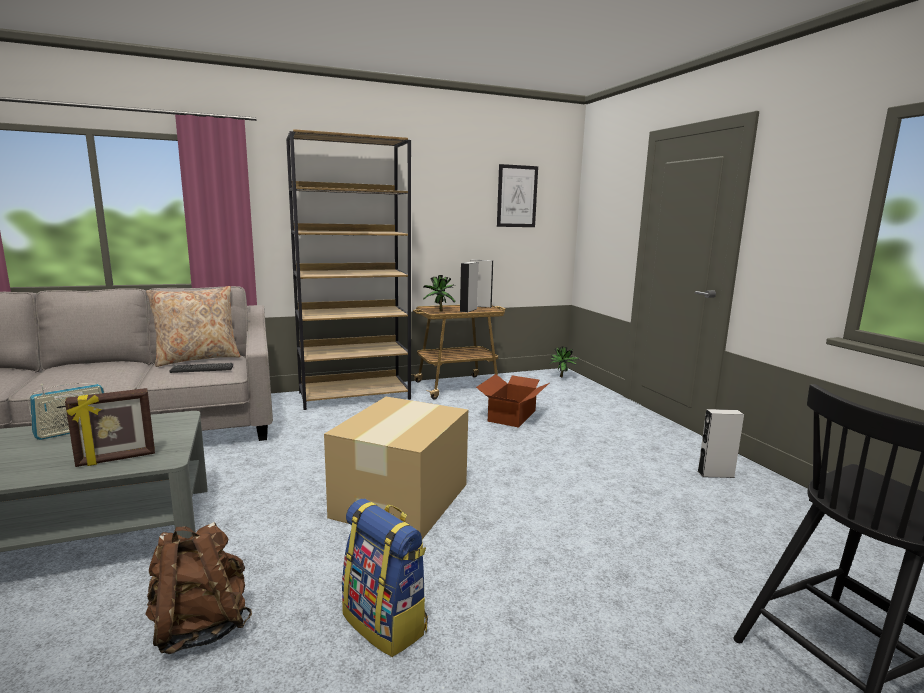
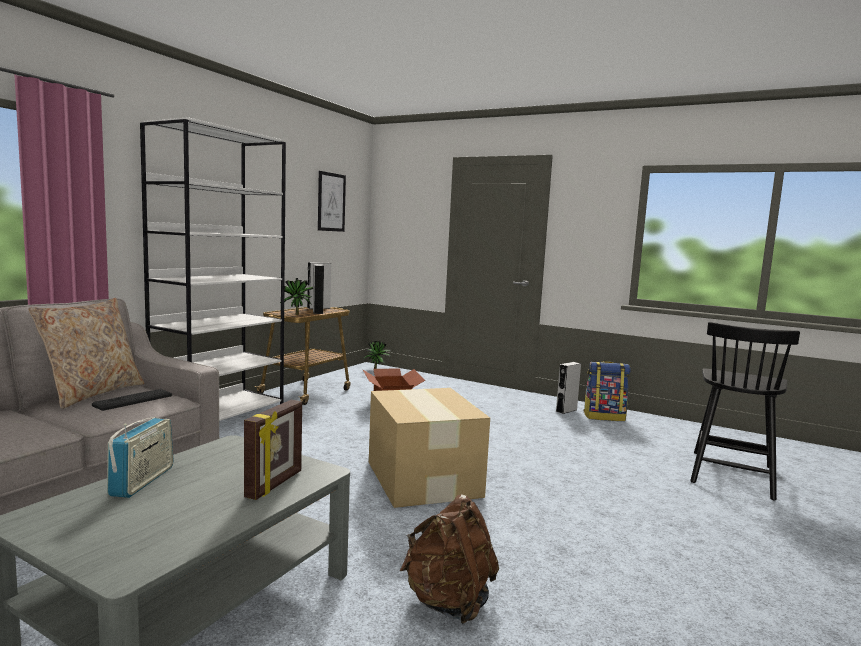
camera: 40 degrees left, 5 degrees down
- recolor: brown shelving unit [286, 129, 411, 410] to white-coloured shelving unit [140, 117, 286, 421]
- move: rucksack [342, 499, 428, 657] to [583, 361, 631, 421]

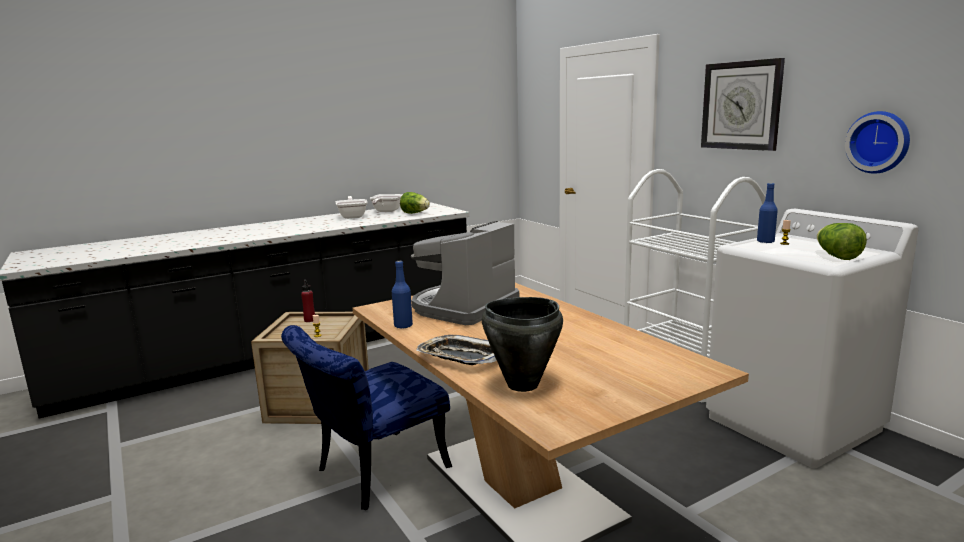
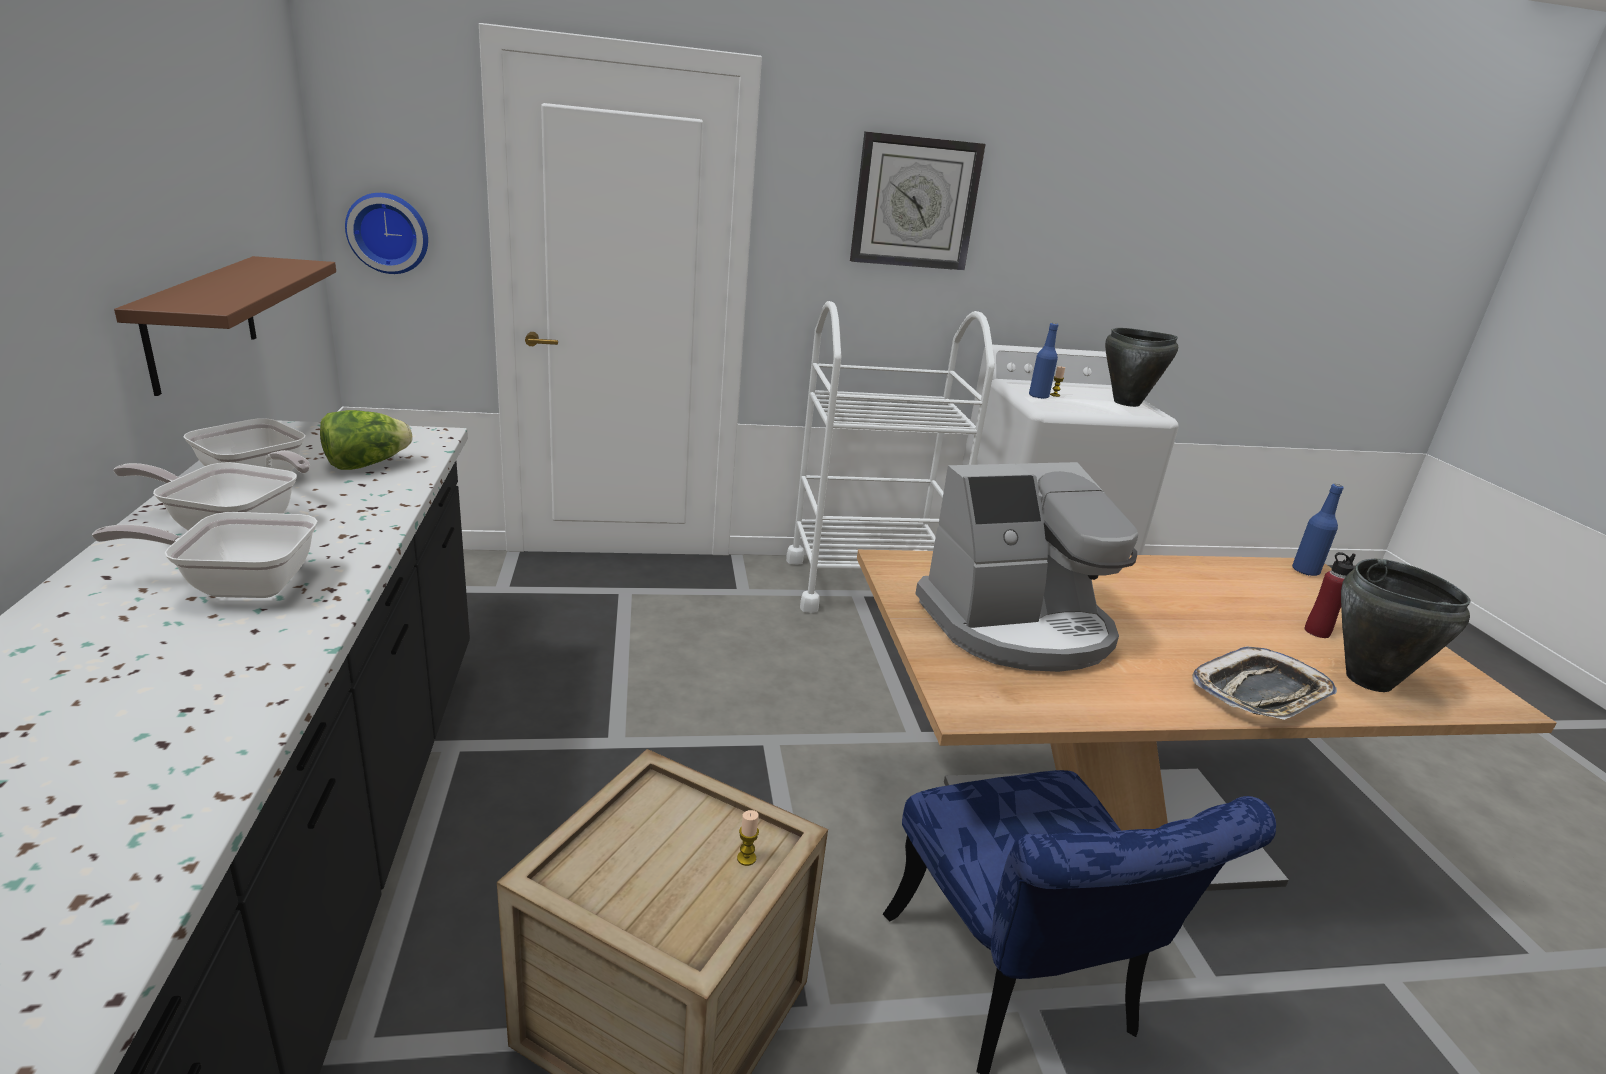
camera: 70 degrees left, 10 degrees up
- move: hanging clock [845, 111, 910, 174] to [345, 193, 428, 274]
- rotate: coffee brewer [411, 221, 519, 325] = [915, 462, 1138, 672] 75 degrees counterclockwise
- replace: lettuce head [817, 223, 867, 260] to black saucepot [1105, 328, 1178, 407]
- move: blue bottle [392, 261, 413, 328] to [1292, 484, 1344, 576]
- move: reddish bottle [301, 280, 315, 322] to [1304, 552, 1356, 638]
- insert: brown bracket shelf [114, 256, 336, 396]
- insert: frying pan [92, 512, 317, 598]

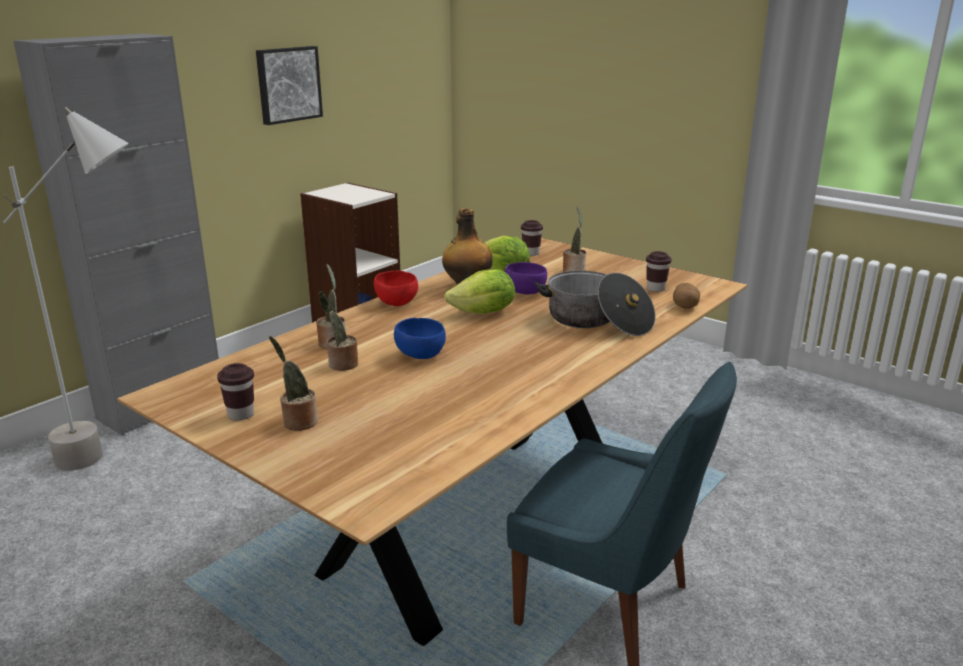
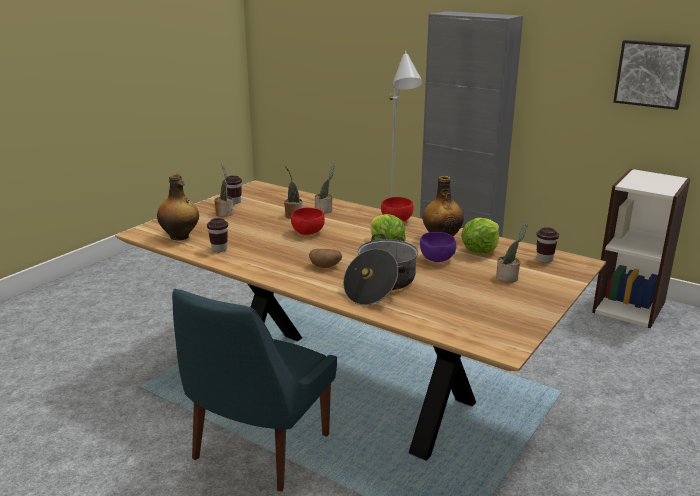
camera: 85 degrees right, 0 degrees up
- move: brown drinking cup [646, 251, 672, 292] to [207, 218, 228, 252]
- move: whole potato [673, 283, 700, 309] to [309, 249, 342, 268]
- recolor: blue serving bowl [394, 318, 446, 359] to reddish serving bowl [291, 208, 325, 235]
- insert: bottle [157, 174, 199, 240]

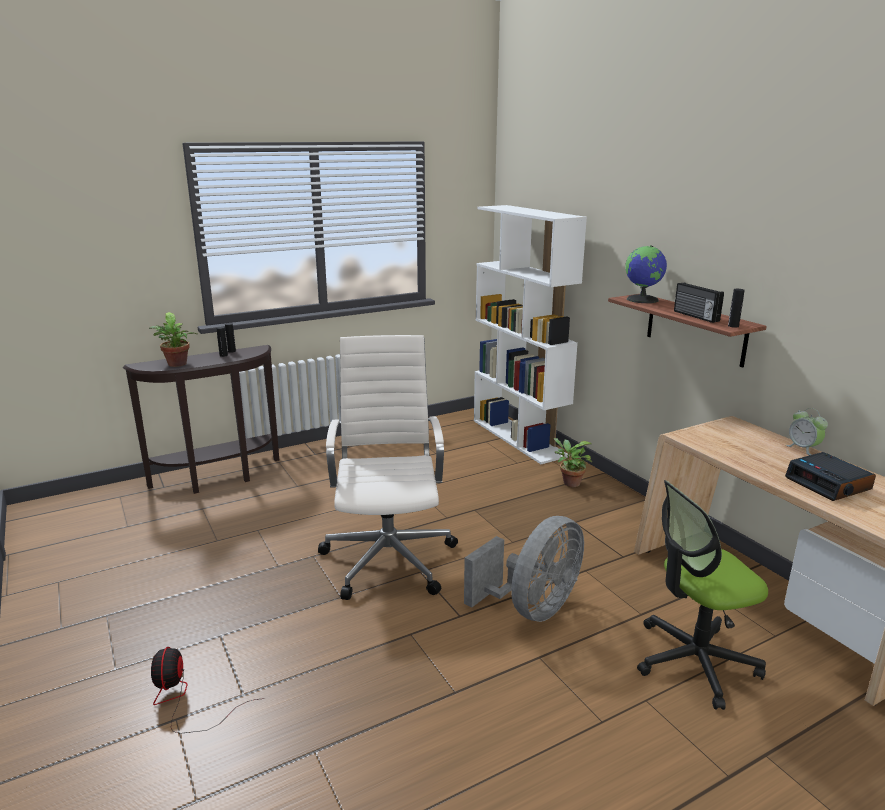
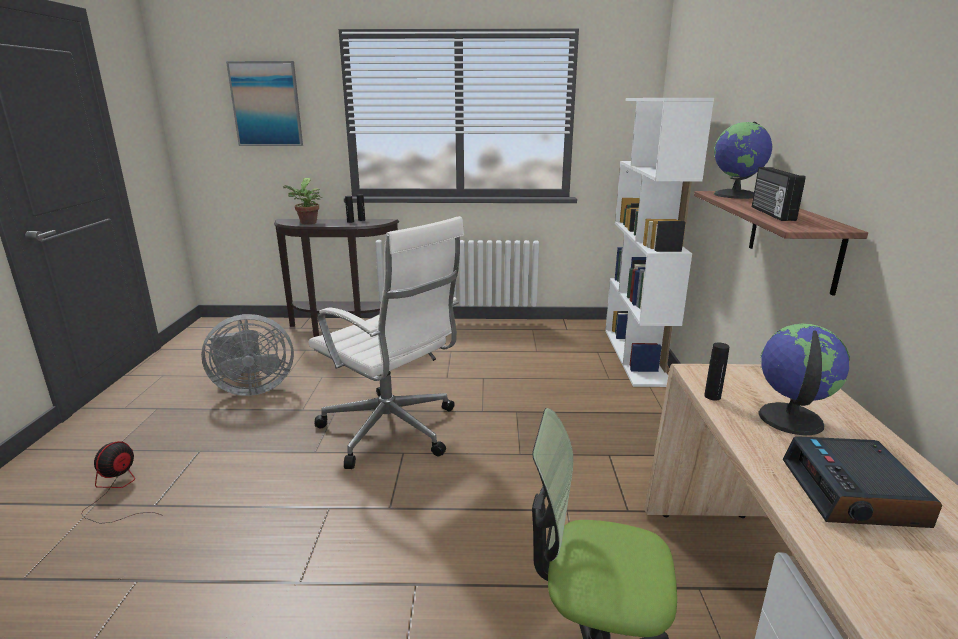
camera: 30 degrees right, 0 degrees up
- move: black bottle [728, 289, 744, 328] to [704, 342, 730, 401]
- rotate: white-coloured computer chair [318, 335, 458, 600] = [309, 216, 464, 469] 105 degrees clockwise
- delete: bedside clock [786, 408, 828, 455]
- delete: houseplant [553, 438, 593, 487]
- move: greyish fan [464, 516, 584, 622] to [201, 314, 294, 396]
- insert: picture [226, 61, 303, 146]
- insert: desk globe [759, 324, 850, 435]

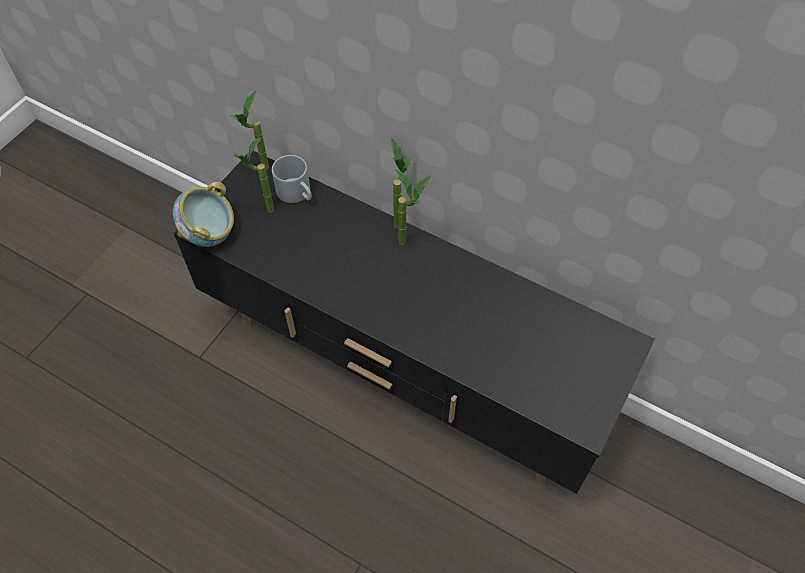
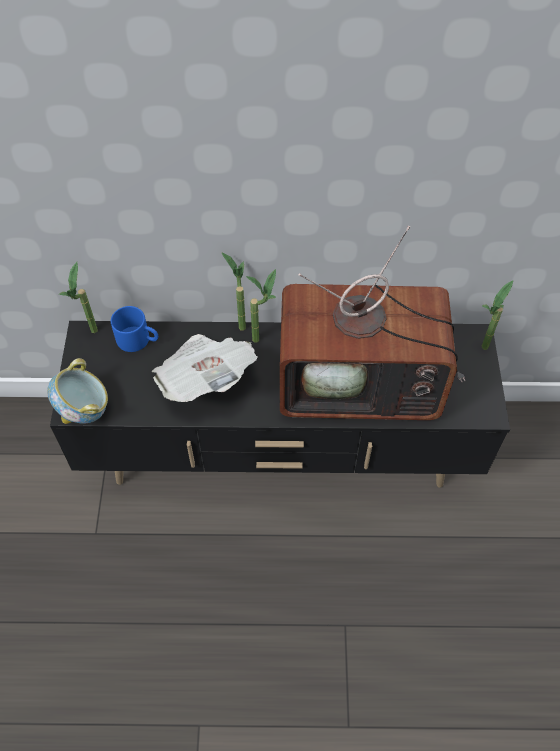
camera: 30 degrees left, 0 degrees up
- move: houseplant [233, 137, 274, 213] to [482, 281, 513, 350]
- recolor: greyish tea mug [272, 155, 312, 203] to blue tea mug [111, 306, 158, 352]
- insert: television [280, 226, 466, 420]
- insert: printed paper [152, 334, 258, 402]

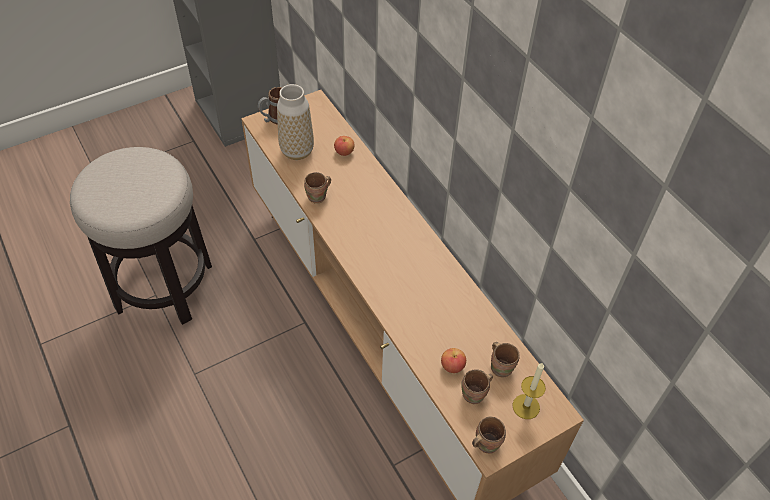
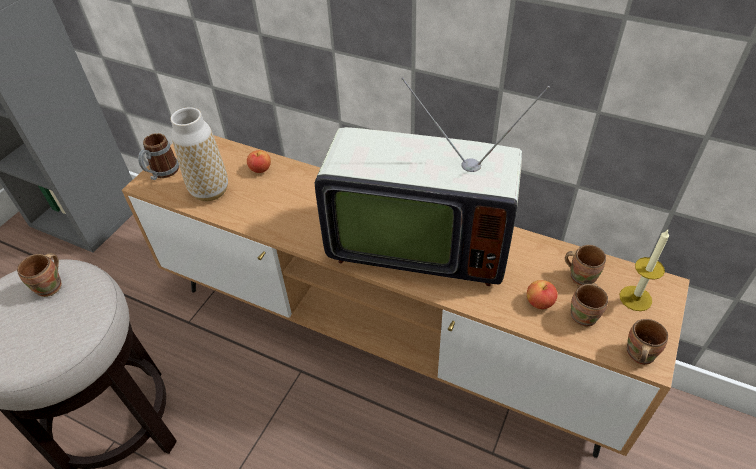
camera: 30 degrees left, 5 degrees down
- move: brown tea mug [304, 172, 331, 204] to [17, 253, 62, 297]
- insert: television [315, 77, 550, 286]

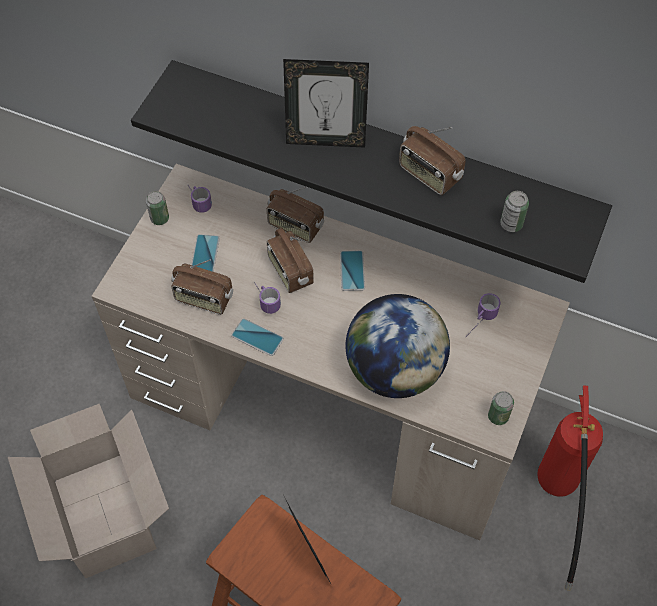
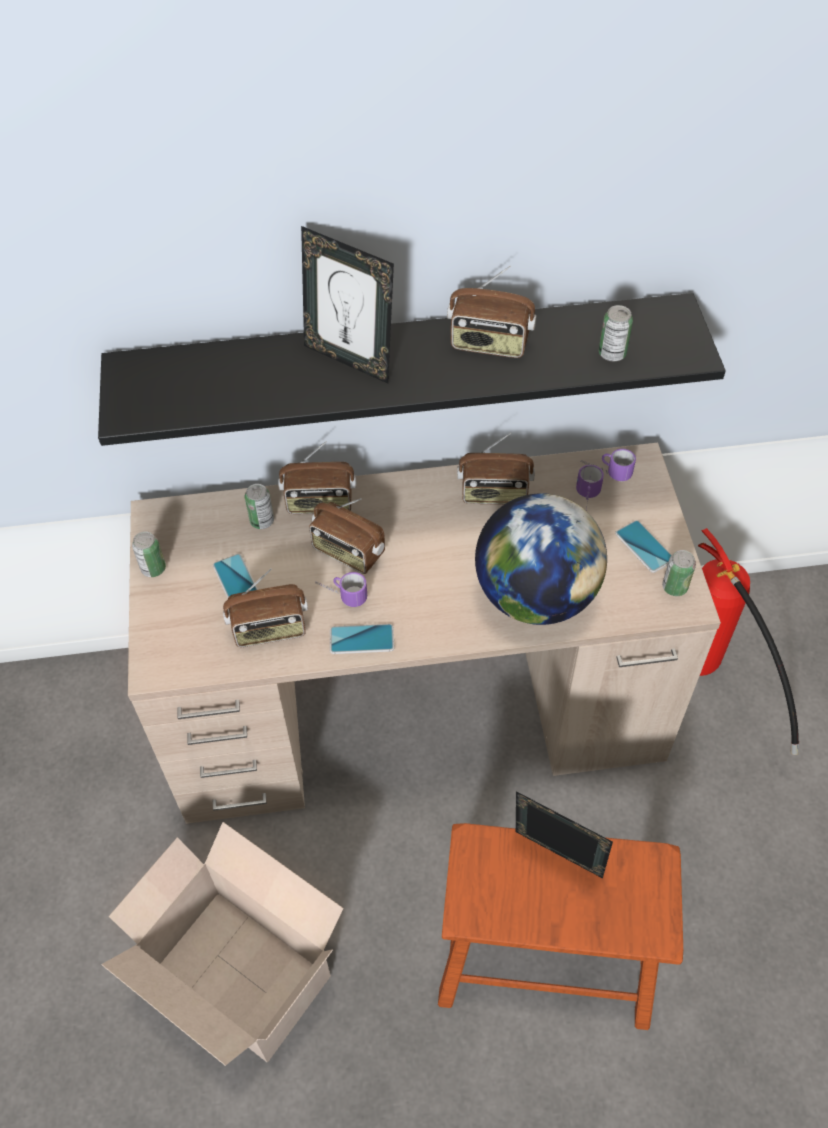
camera: 30 degrees left, 5 degrees down
- rotate: photo frame [283, 59, 369, 148] = [301, 226, 394, 384] 60 degrees clockwise
- move: tea mug [188, 185, 212, 213] to [581, 449, 636, 481]
- move: phone [340, 250, 365, 291] to [615, 520, 671, 573]
- insert: radio [457, 433, 535, 505]
- insert: metal can [245, 484, 274, 529]

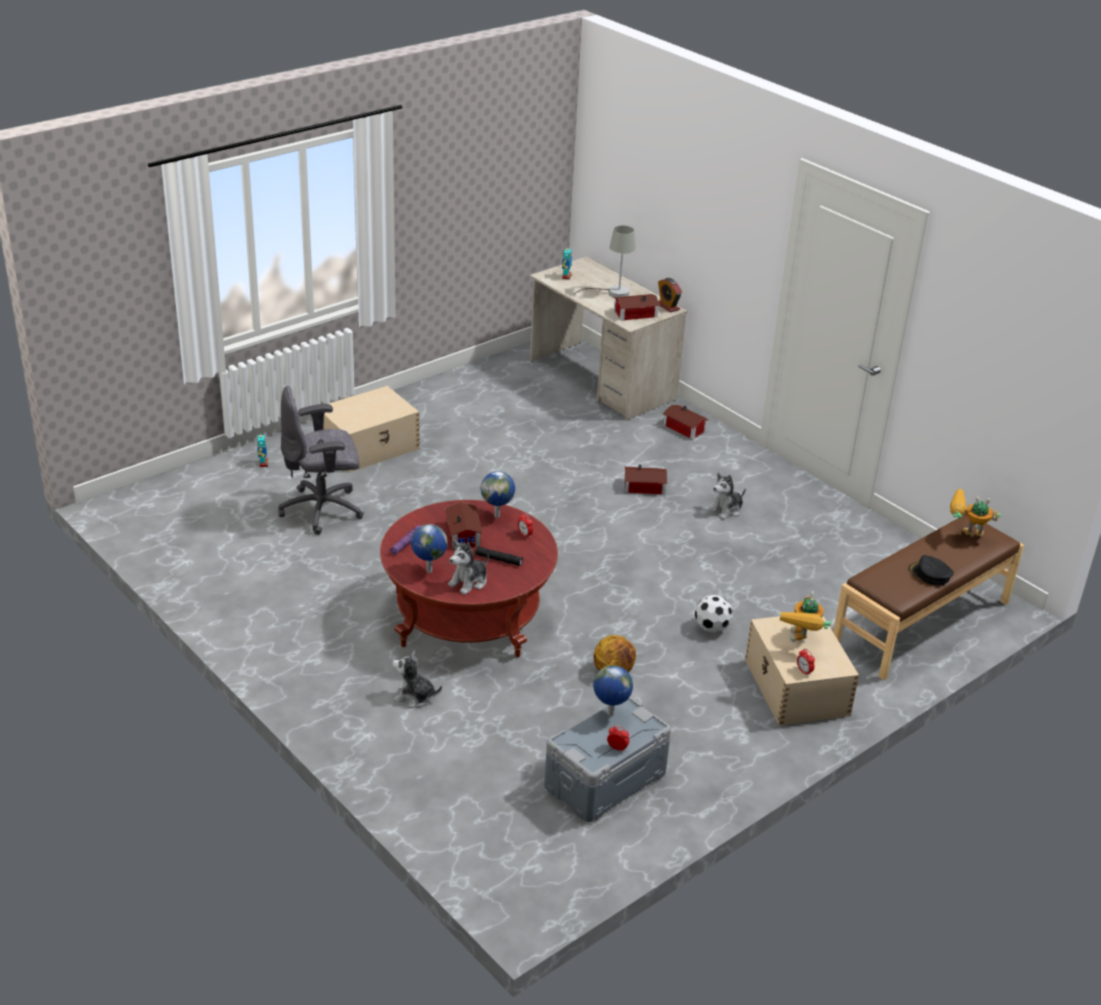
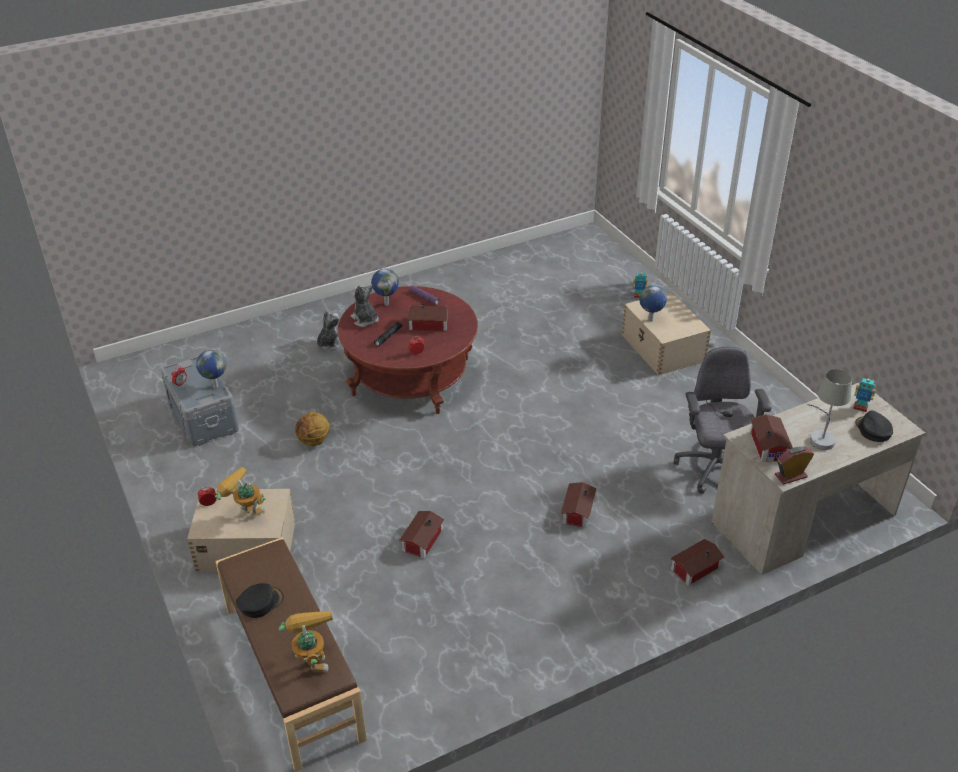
camera: 105 degrees right, 5 degrees up
- move: greyish computer chair [278, 386, 364, 535] to [673, 347, 771, 494]
- move: desk globe [481, 471, 515, 518] to [639, 285, 667, 322]
- delete: plush toy [709, 472, 746, 519]
- rotate: toy robot [950, 489, 1001, 536] = [279, 611, 333, 673] 45 degrees counterclockwise
- delete: ball for football [695, 595, 733, 633]
- insert: black peaked cap [855, 411, 893, 442]
- insert: miniature house [399, 511, 444, 558]

